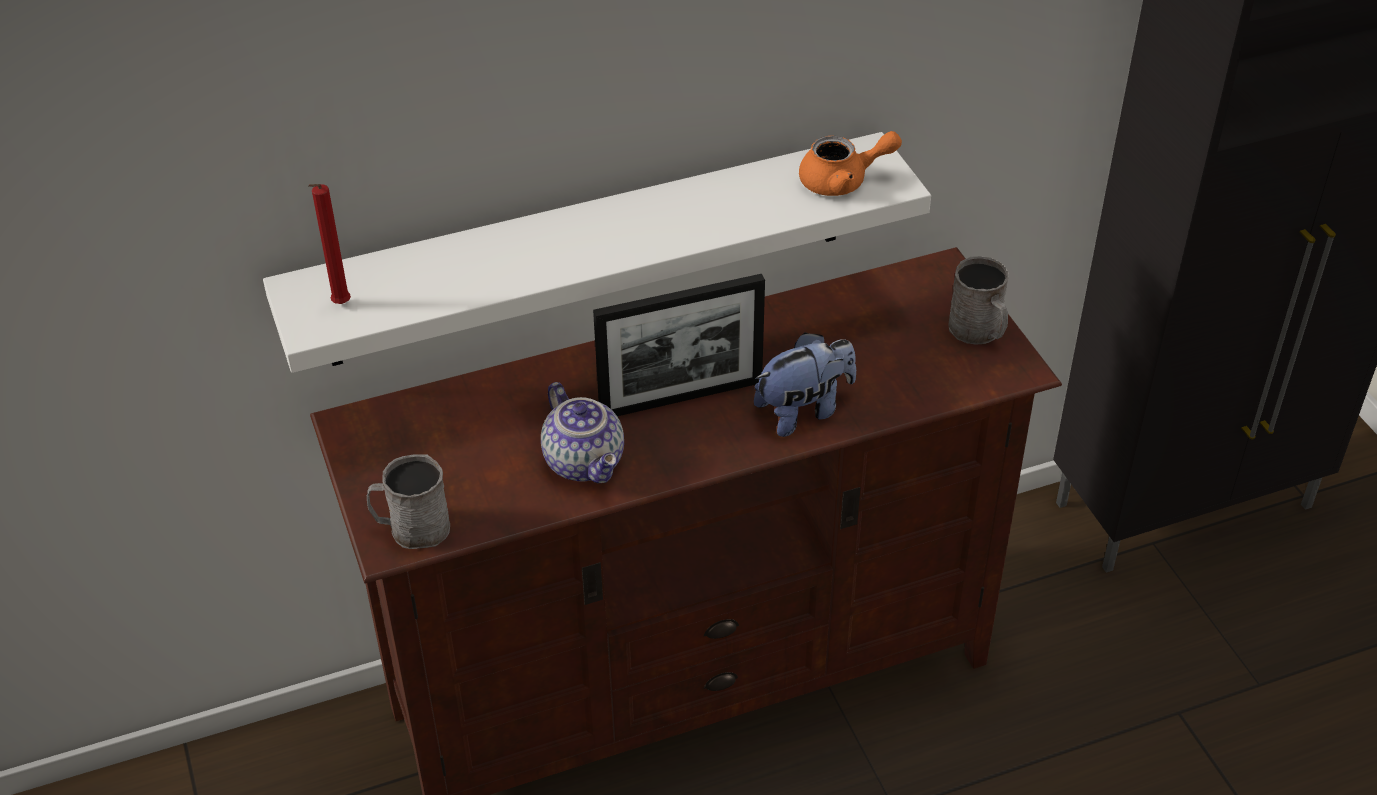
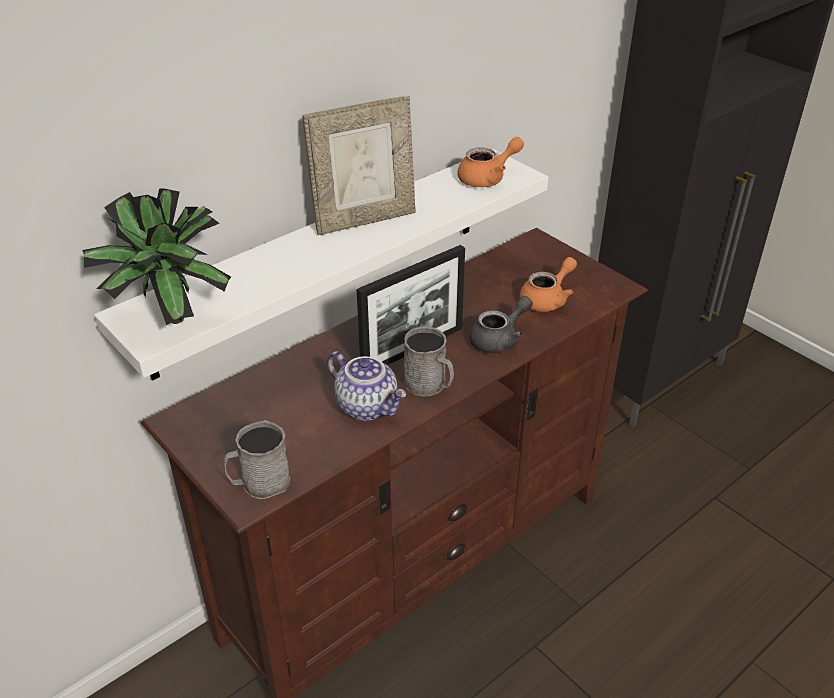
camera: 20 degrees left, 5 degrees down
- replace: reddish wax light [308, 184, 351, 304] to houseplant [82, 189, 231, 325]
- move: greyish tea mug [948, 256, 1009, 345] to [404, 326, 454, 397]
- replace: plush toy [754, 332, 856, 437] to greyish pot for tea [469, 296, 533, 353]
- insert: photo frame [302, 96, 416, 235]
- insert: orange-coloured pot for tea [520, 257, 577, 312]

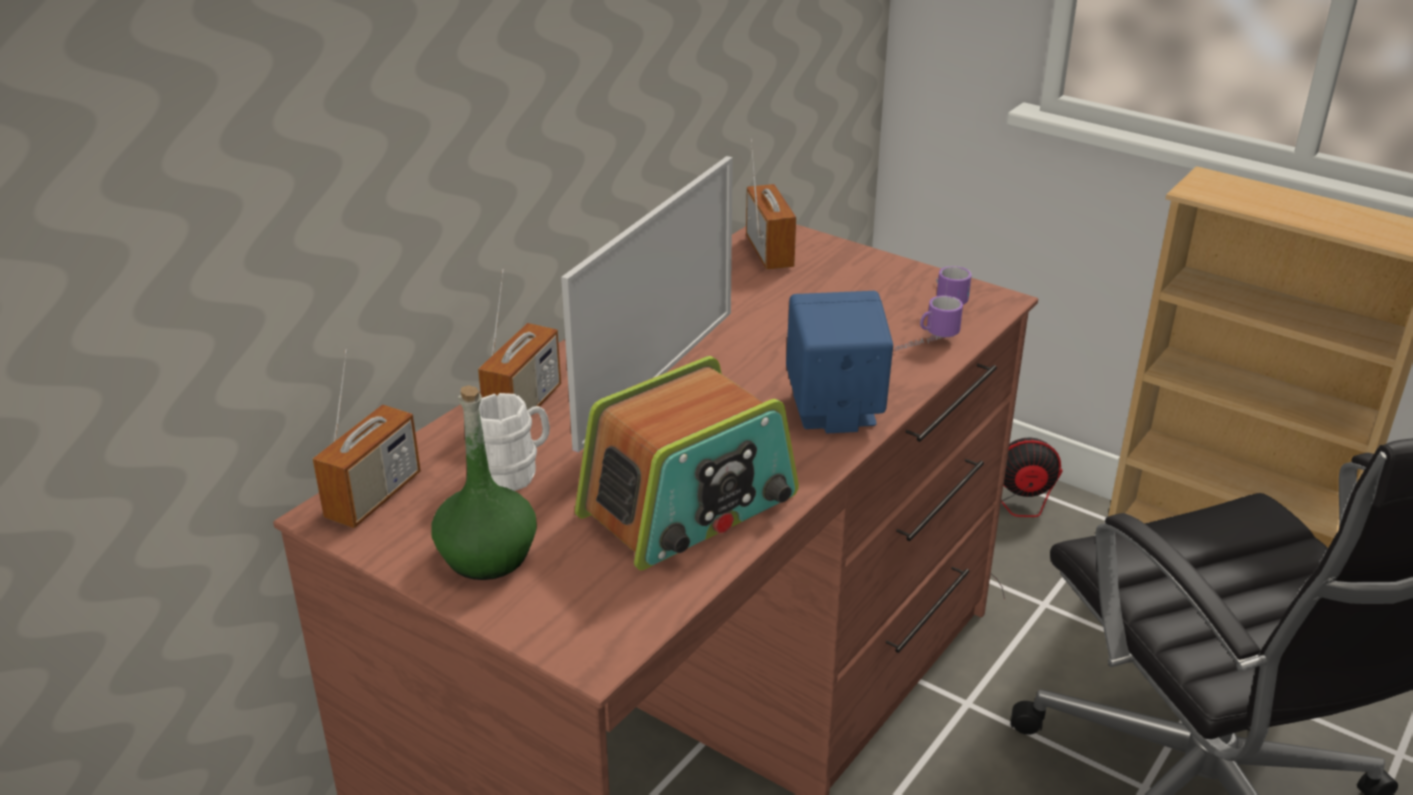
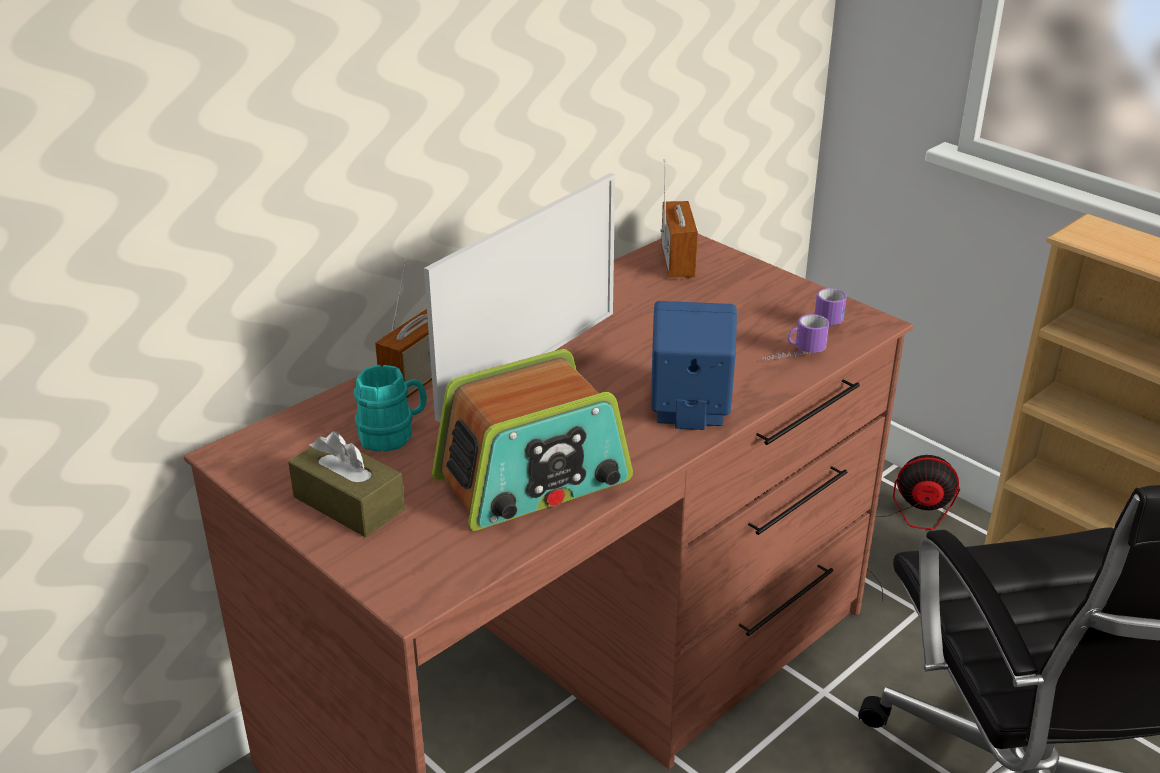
camera: 10 degrees right, 0 degrees up
- delete: radio [313, 349, 421, 528]
- replace: greenish bottle [431, 385, 537, 580] to brown tissue holder [288, 431, 405, 537]
- recolor: white-coloured tea mug [479, 393, 550, 491] to turquoise-coloured tea mug [354, 365, 427, 452]

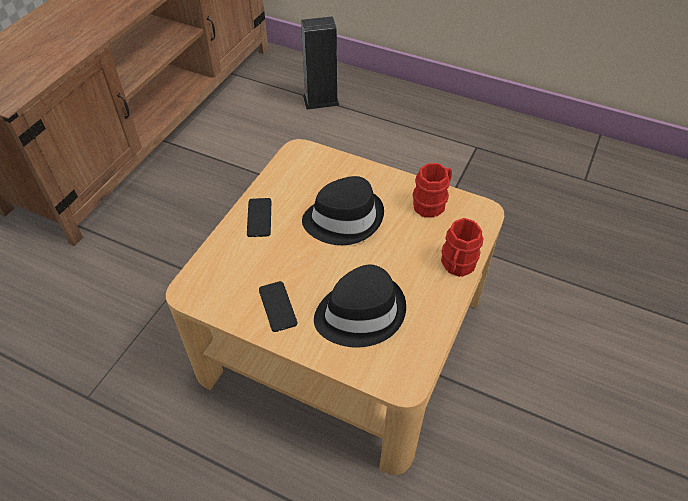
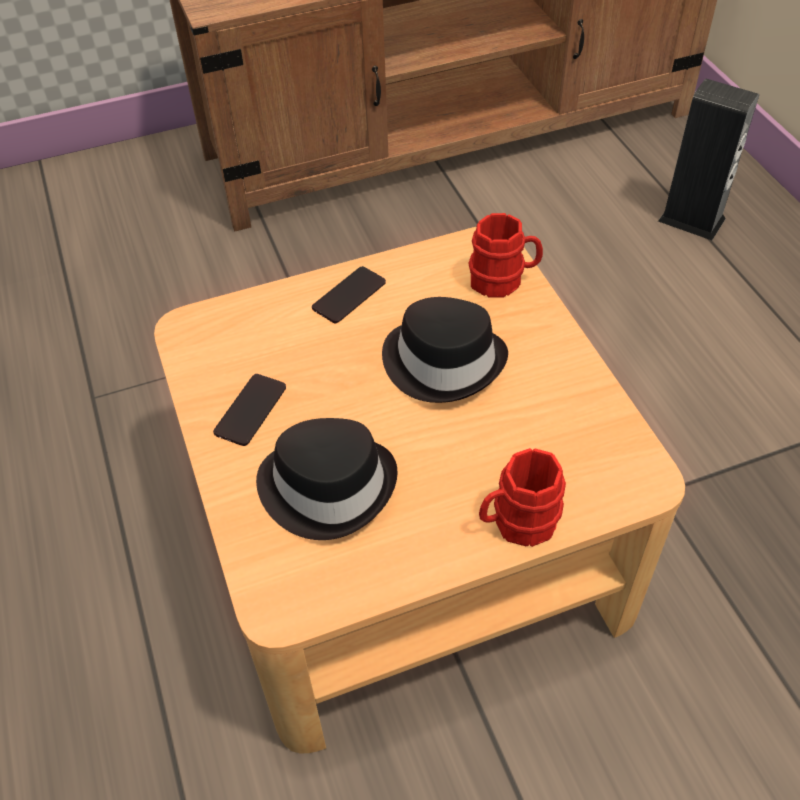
camera: 45 degrees right, 0 degrees up
- move: reddish tea mug [413, 163, 452, 217] to [468, 213, 543, 297]

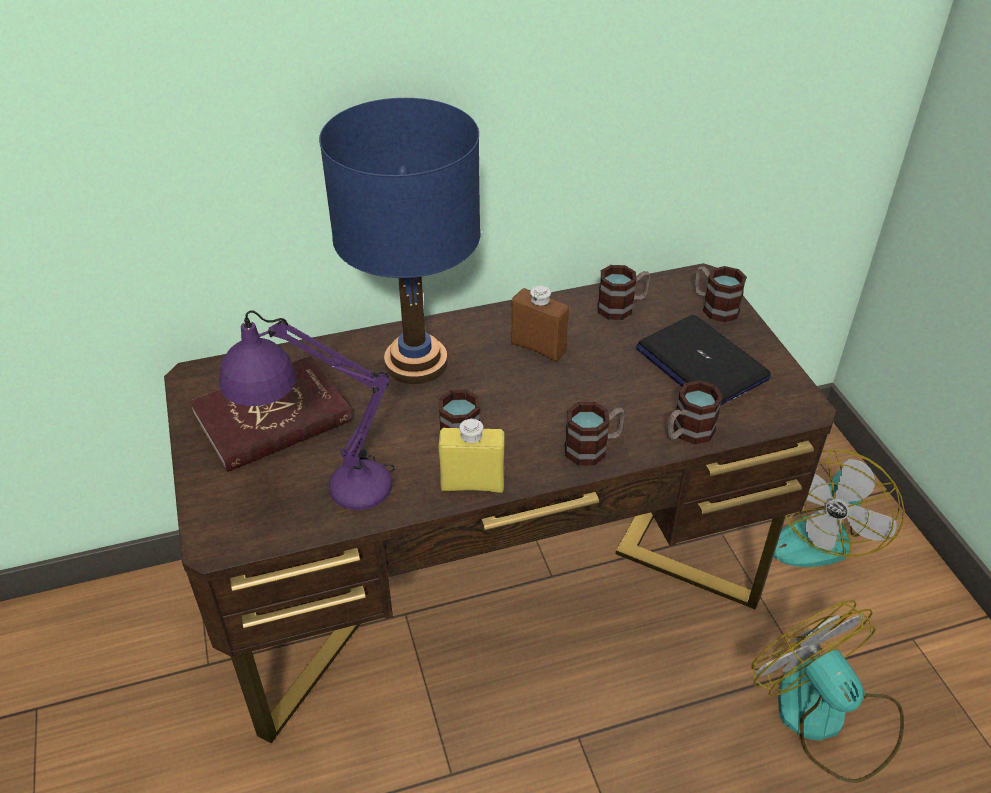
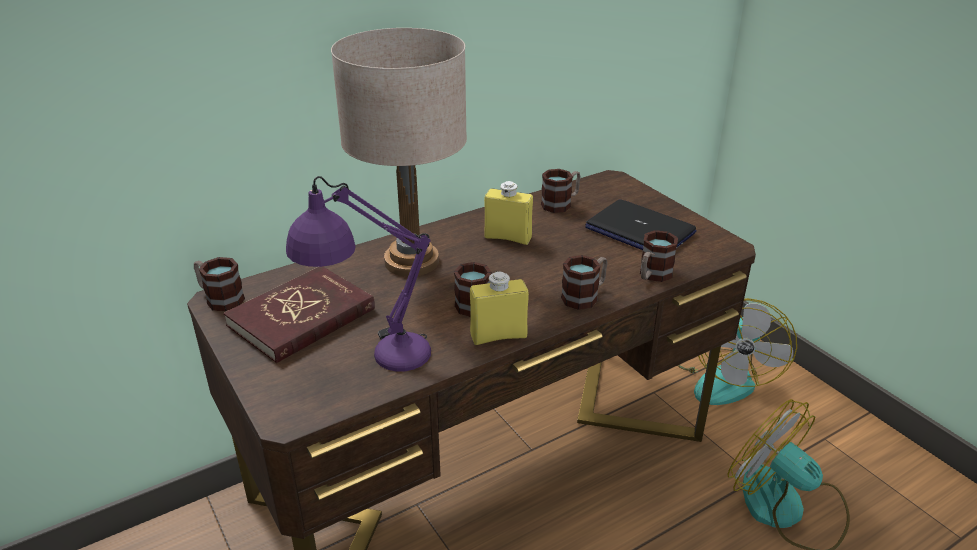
camera: 15 degrees left, 10 degrees down
- recolor: blue lamp for a table [319, 98, 481, 384] to sand-coloured lamp for a table [331, 28, 467, 277]
- move: tea mug [694, 266, 747, 323] to [194, 257, 245, 311]
- recolor: brown bottle [511, 286, 569, 362] to yellow-coloured bottle [484, 181, 533, 245]

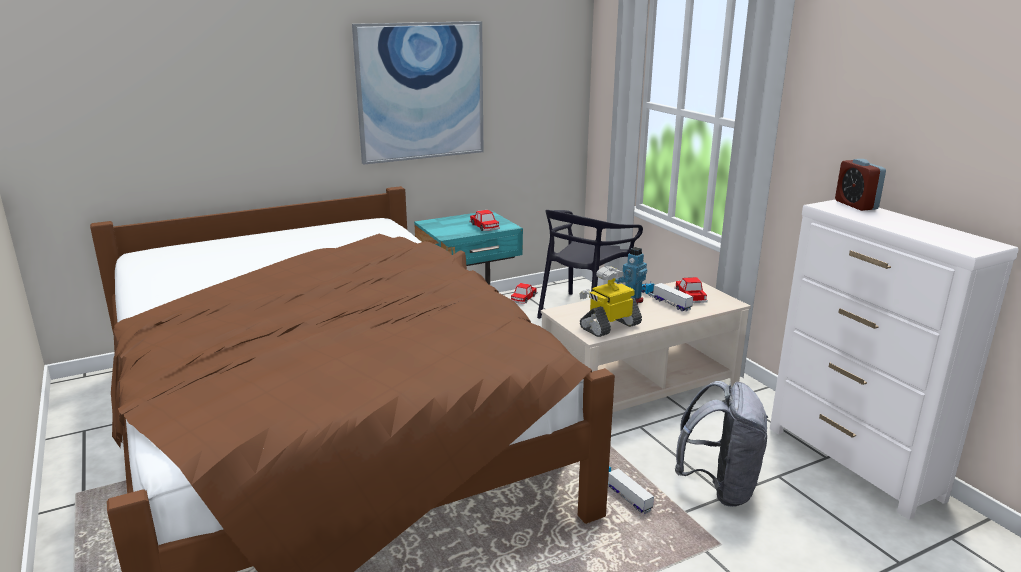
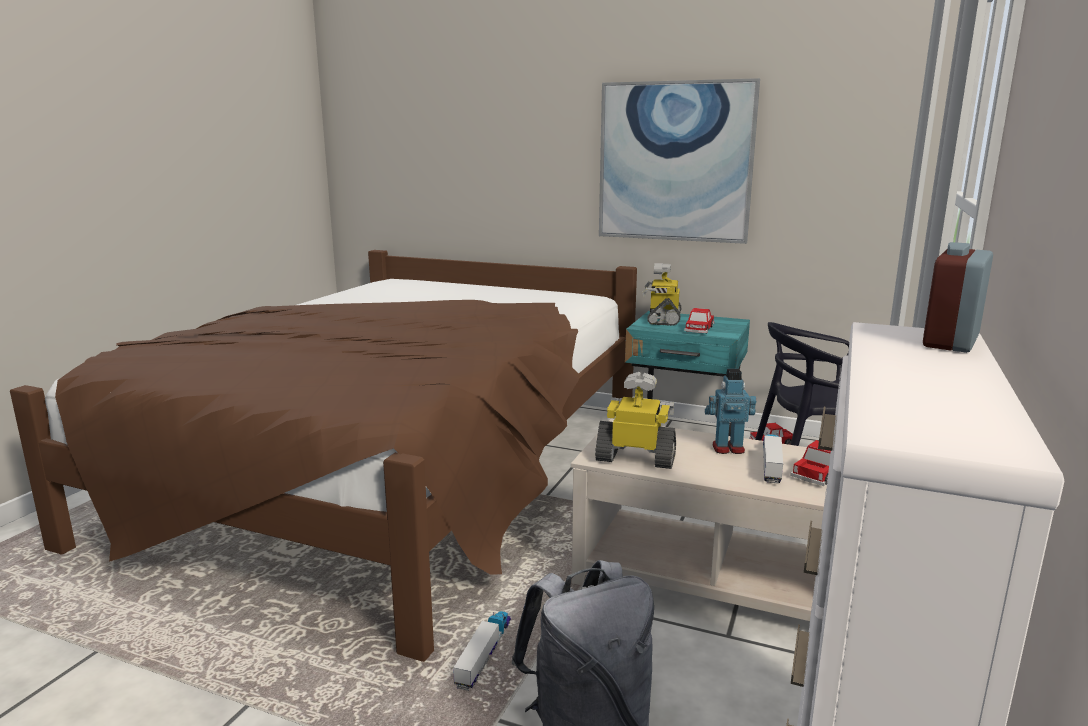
camera: 50 degrees right, 5 degrees down
- insert: toy robot [642, 263, 682, 326]

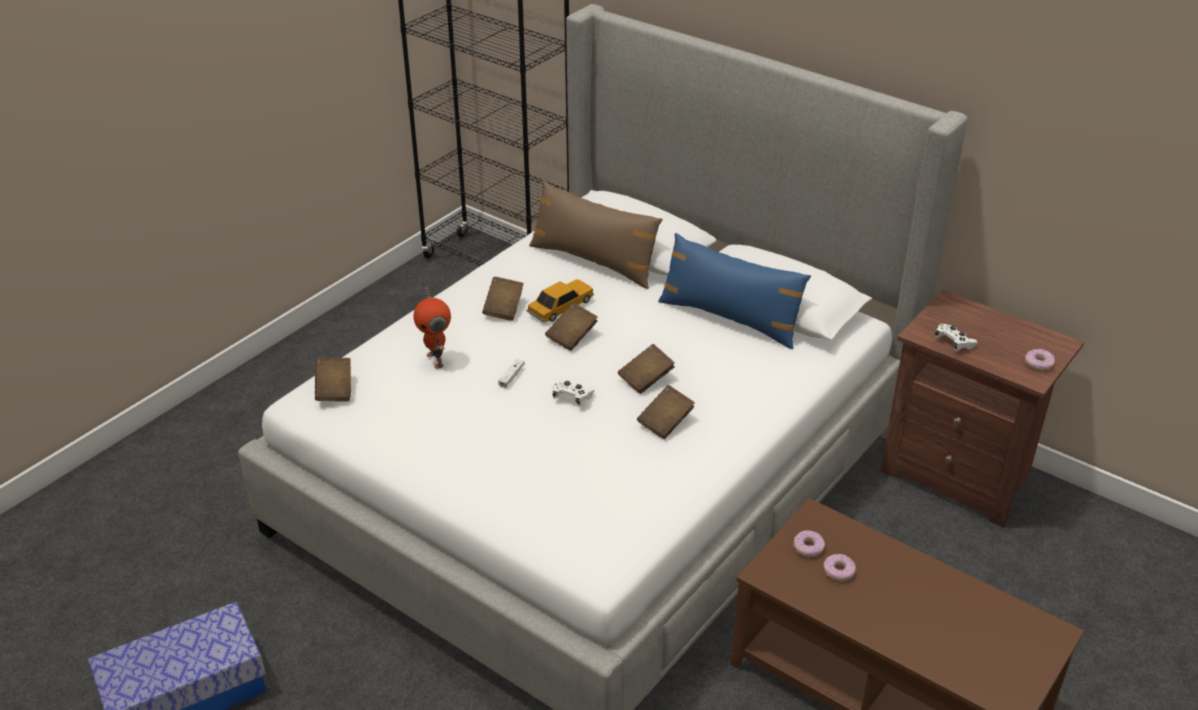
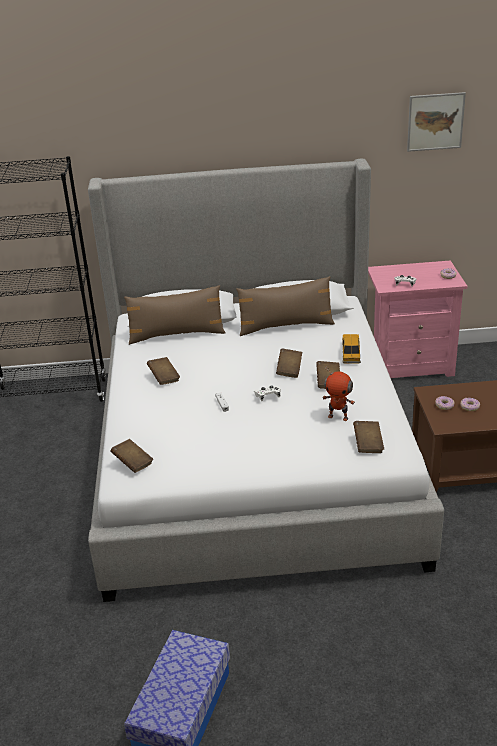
camera: 40 degrees left, 5 degrees down
- recolor: blue cushion [658, 233, 811, 349] to brown cushion [236, 276, 335, 336]
- move: model car [526, 279, 594, 323] to [342, 334, 361, 363]
- move: toy robot [413, 286, 451, 369] to [322, 366, 355, 421]
- recolor: brown bedside table [880, 290, 1084, 528] to pink-coloured bedside table [368, 260, 467, 378]
- move: brown bound book [545, 303, 598, 351] to [353, 421, 384, 453]
- insert: picture [407, 92, 466, 152]

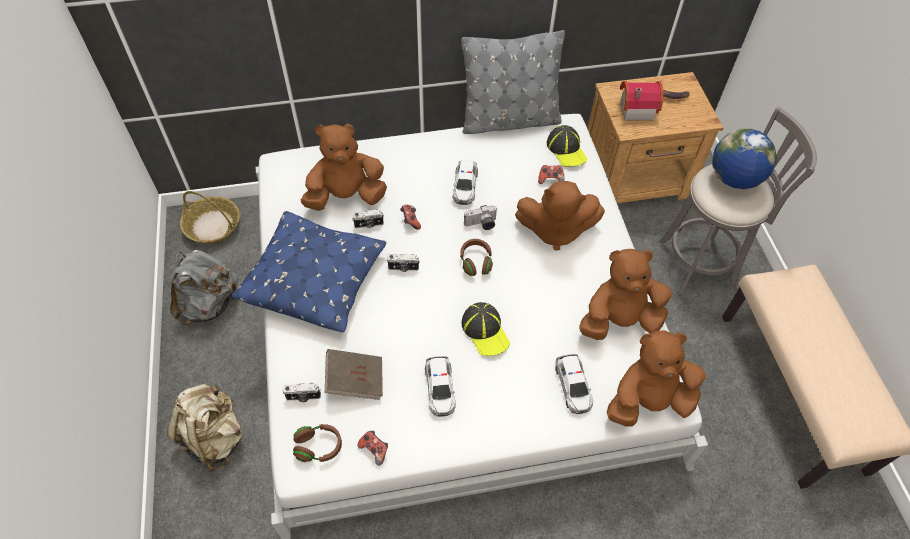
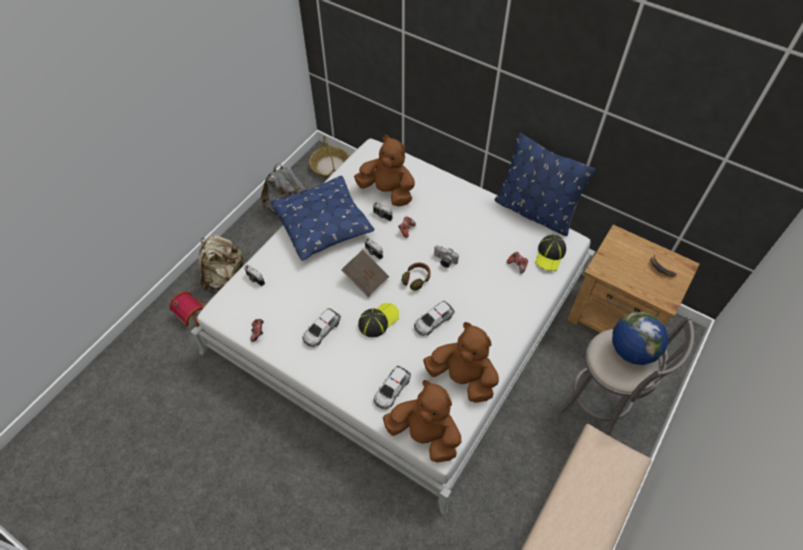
camera: 45 degrees right, 0 degrees up
- recolor: greyish cushion [461, 30, 565, 134] to blue cushion [494, 133, 596, 236]
- move: miniature house [620, 81, 663, 121] to [169, 291, 205, 330]
- move: model car [452, 160, 478, 205] to [414, 301, 455, 336]
- delete: brown plush toy [515, 181, 605, 251]
- rotate: peaked cap [461, 302, 510, 356] = [358, 303, 399, 337] 150 degrees counterclockwise
- move: brown bound book [325, 349, 383, 400] to [341, 250, 389, 297]
- delete: brown headset [293, 424, 342, 462]

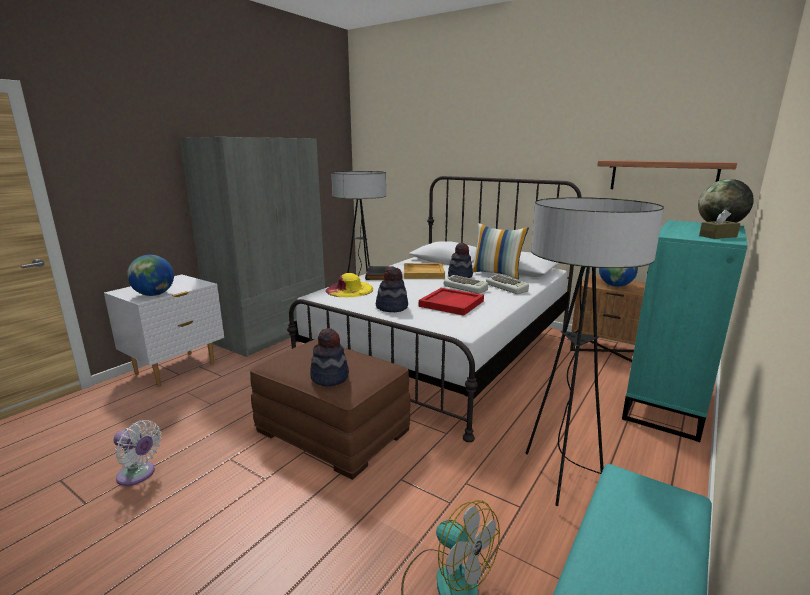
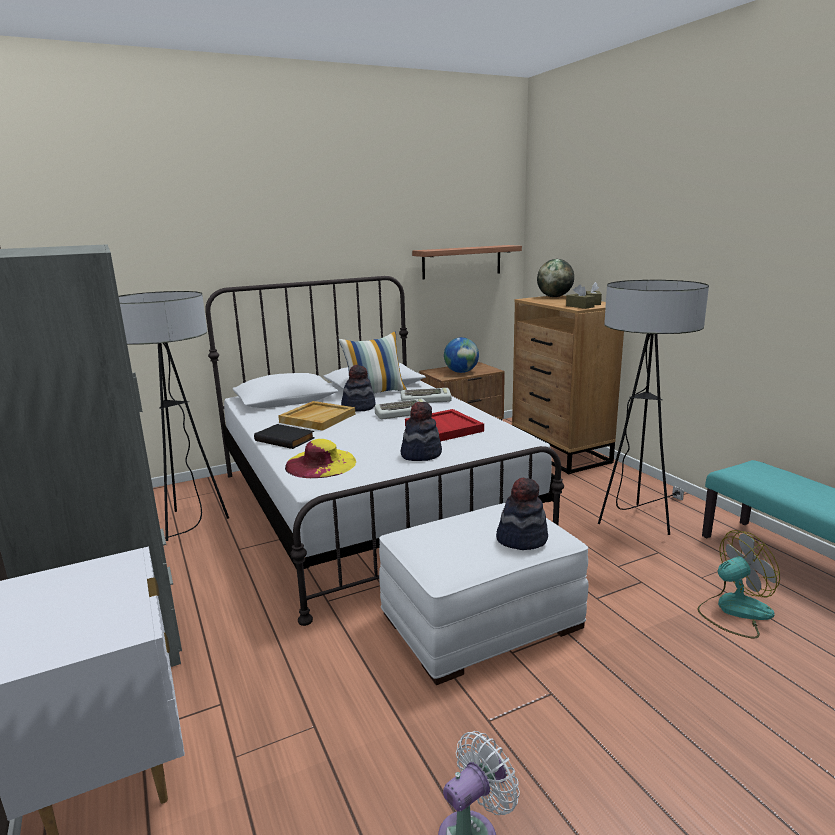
camera: 60 degrees left, 0 degrees up
- recolor: turquoise-coloured drawer chest [622, 220, 747, 442] to brown drawer chest [512, 295, 624, 474]
- delete: desk globe [127, 255, 174, 296]
- recolor: brown pouffe [250, 340, 410, 480] to white-coloured pouffe [379, 503, 588, 685]
- insert: brown tissue holder [566, 285, 595, 309]

